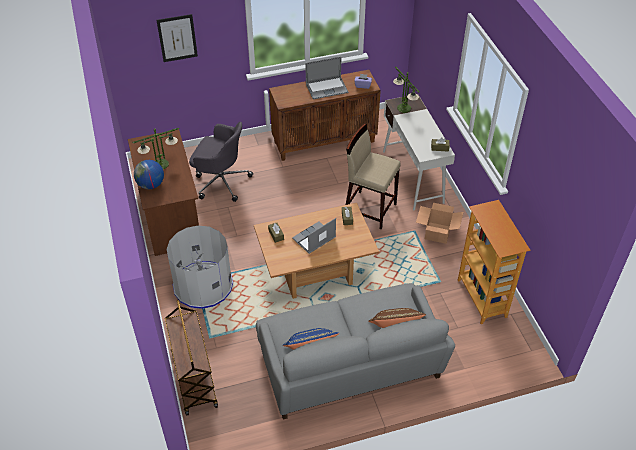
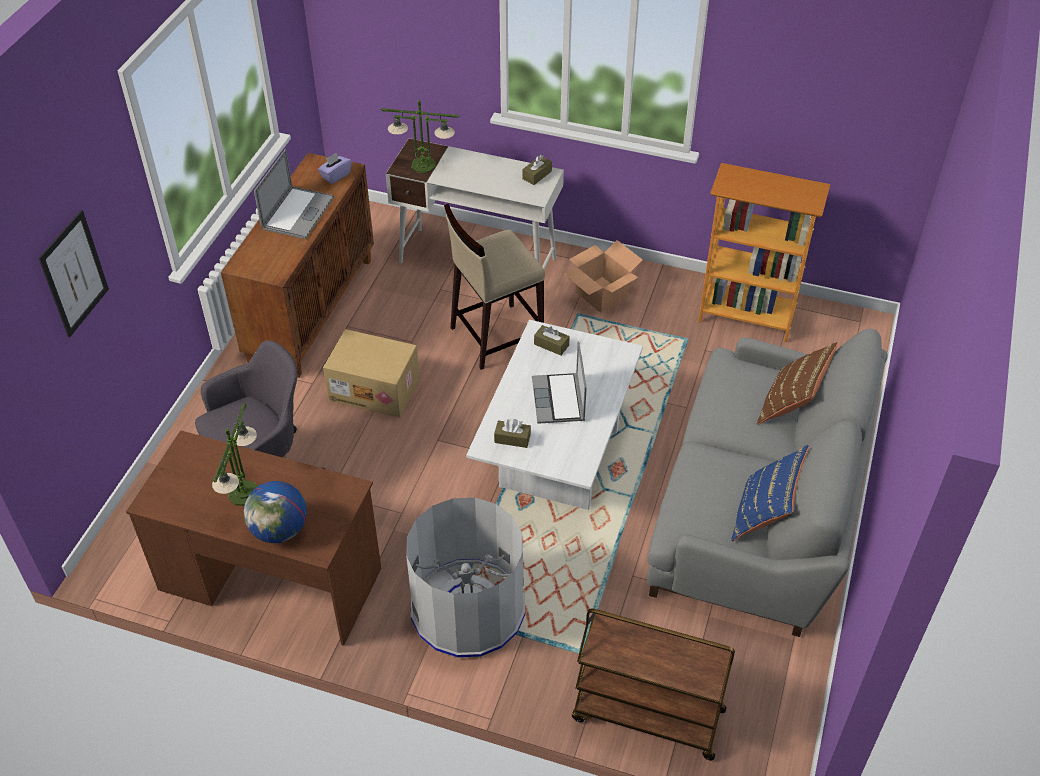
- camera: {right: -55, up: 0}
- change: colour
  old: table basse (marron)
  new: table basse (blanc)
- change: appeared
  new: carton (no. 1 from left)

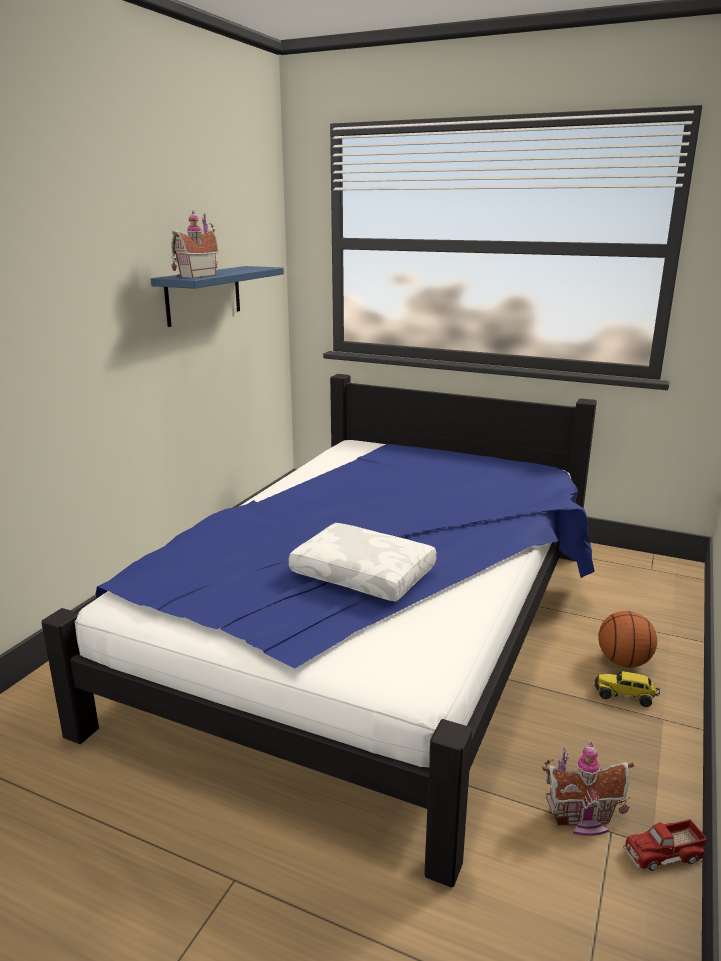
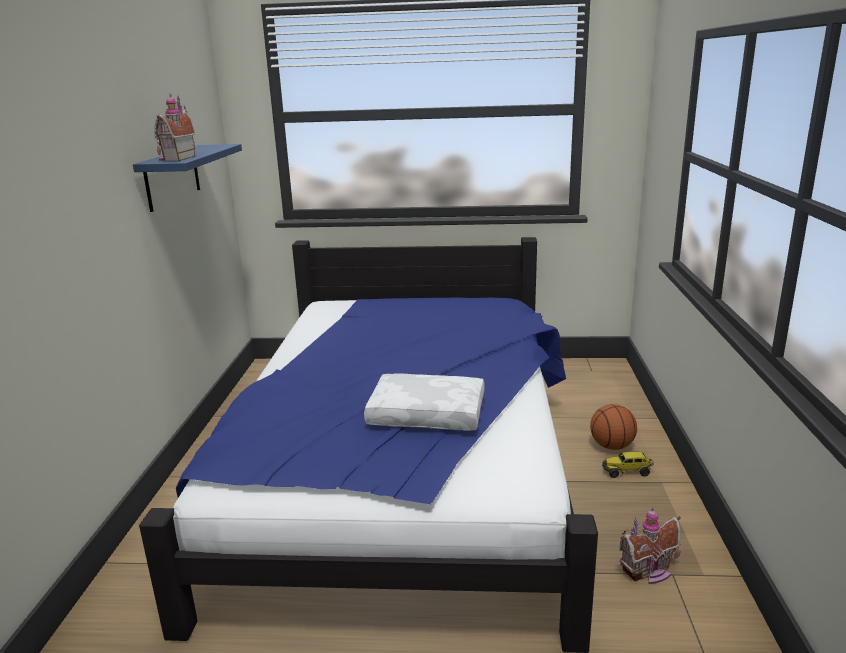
- camera: {right: -20, up: 0}
- change: missing
  old: camion jouet (no. 2 from left)

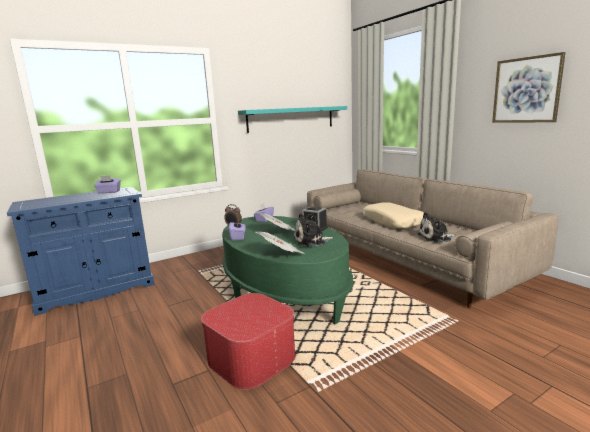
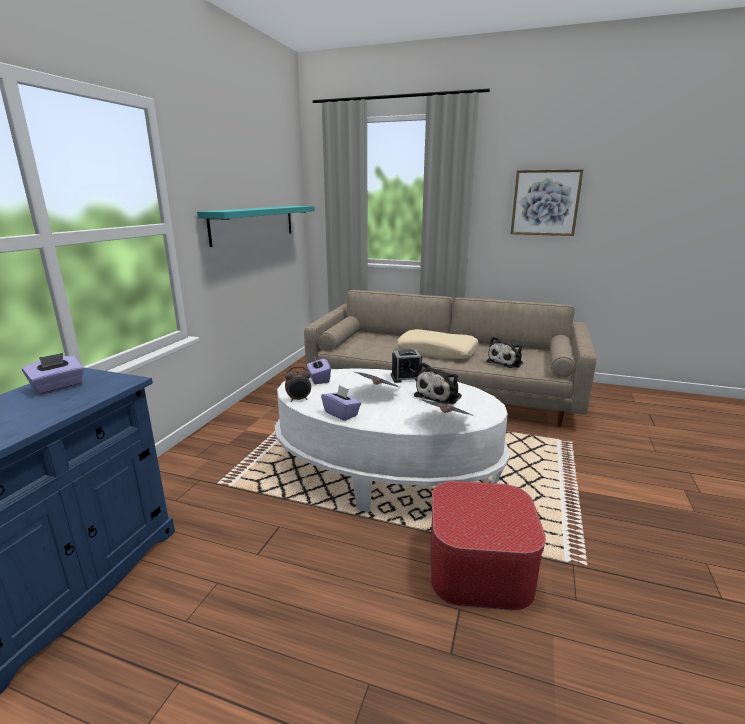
- camera: {right: -40, up: 5}
- change: colour
  old: table basse (vert)
  new: table basse (blanc)

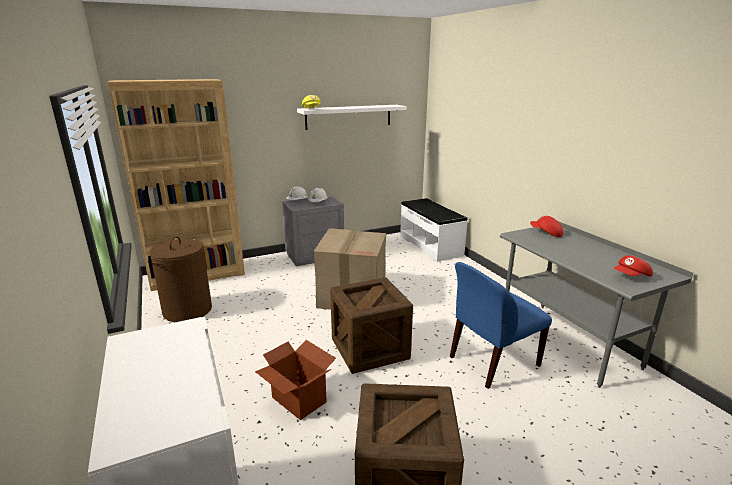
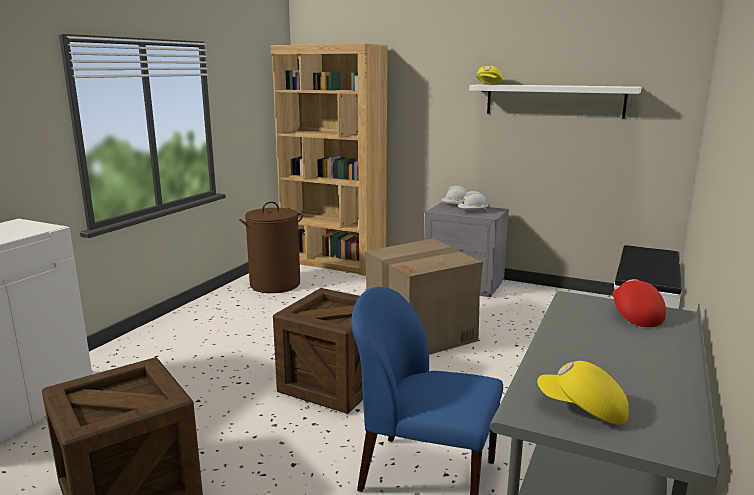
- camera: {right: 50, up: -5}
- change: missing
  old: carton (no. 1 from left)
- change: colour
  old: casquette (rouge) (no. 2 from left)
  new: casquette (jaune) (no. 2 from left)

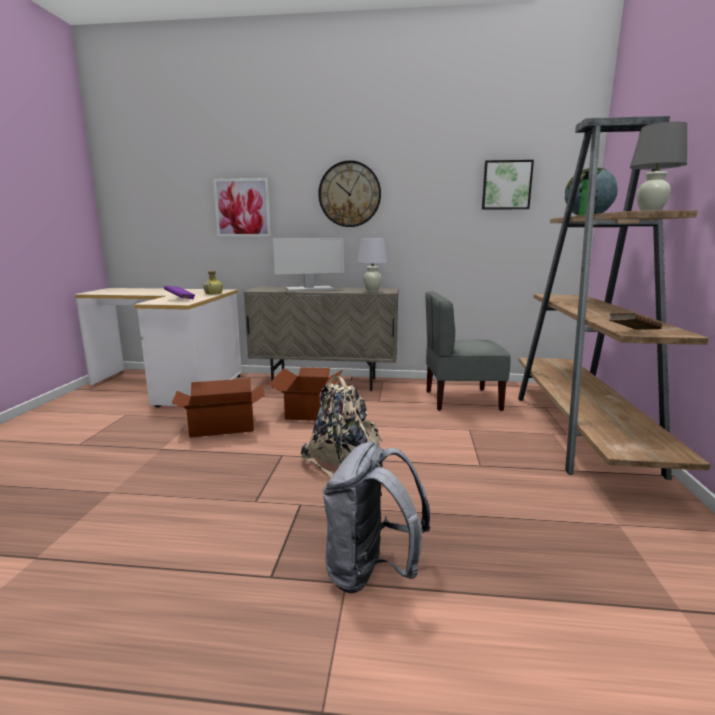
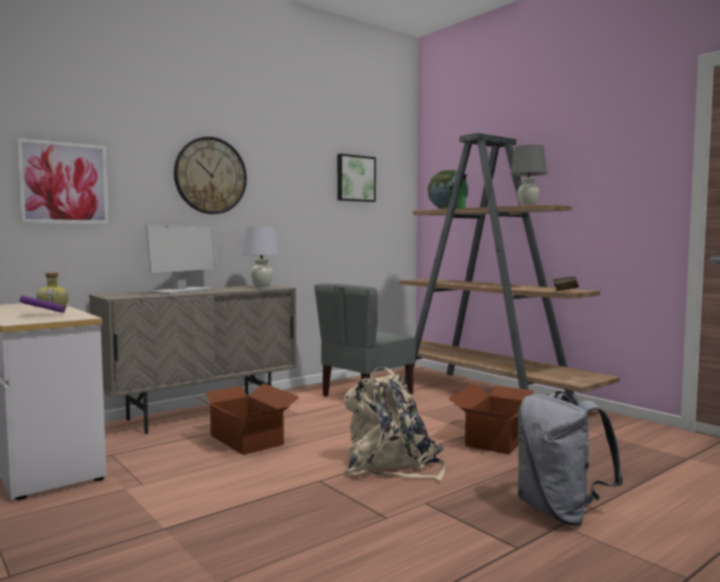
- camera: {right: -45, up: -10}
- change: relocated
  old: carton (no. 1 from left in the first image)
  new: carton (no. 2 from left)

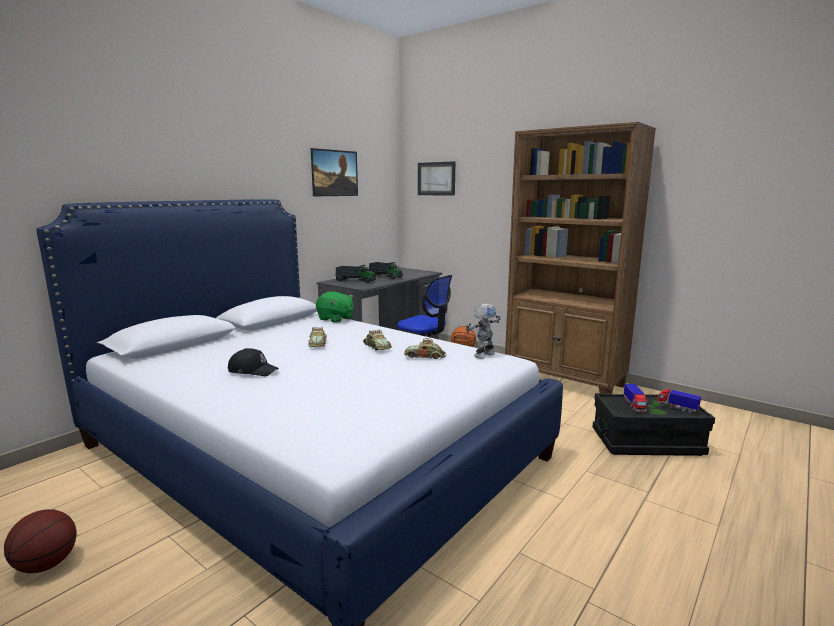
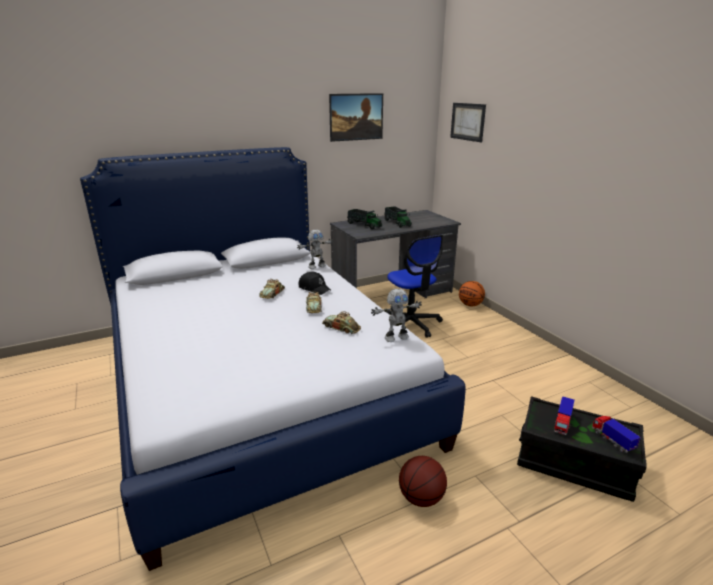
- camera: {right: 25, up: 10}
- change: relocated
  old: ballon de basket (no. 1 from left)
- change: relocated
  old: casquette (noir)
- change: exchanged
  old: peluche (vert)
  new: robot jouet (no. 1 from left)
- change: missing
  old: bibliothèque (marron)

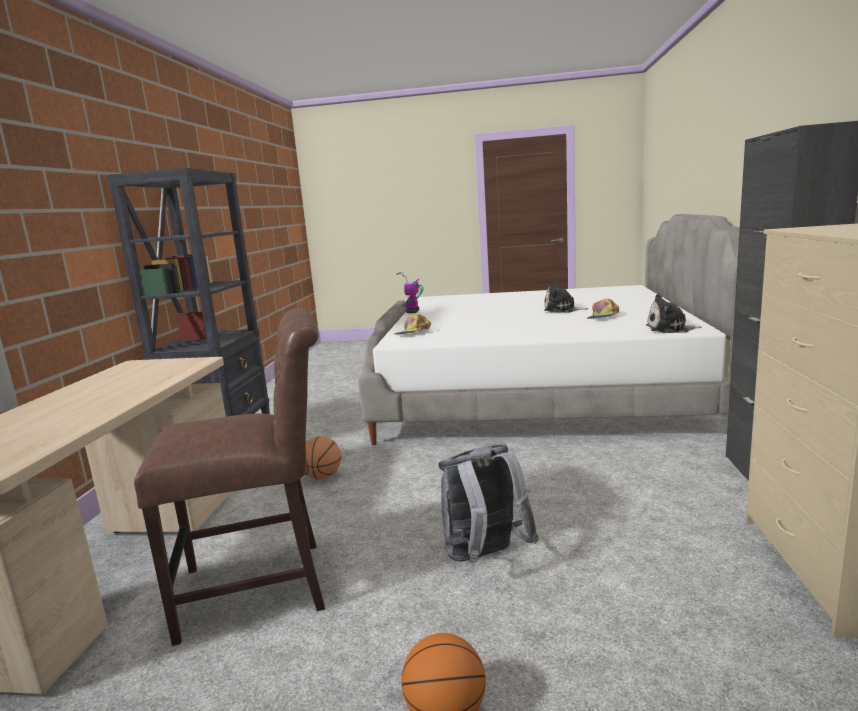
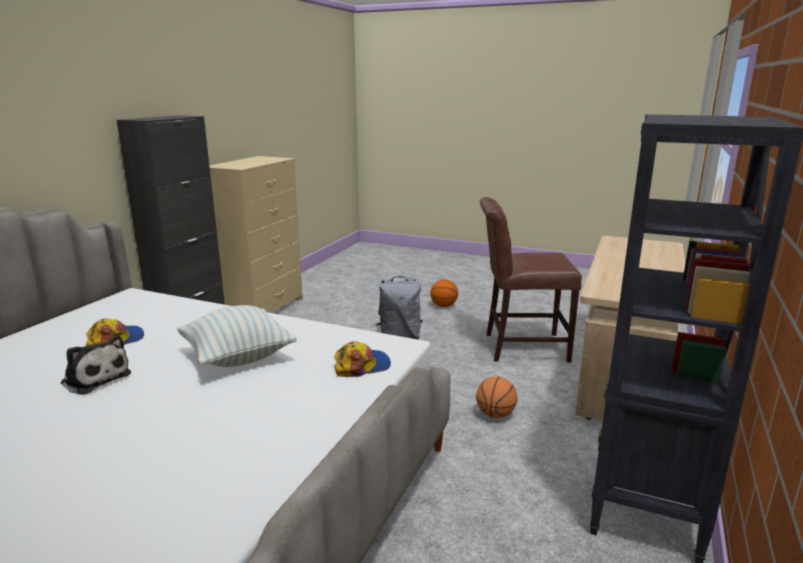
- camera: {right: -165, up: 5}
- change: missing
  old: robot jouet
- change: missing
  old: peluche (no. 2 from left)
- change: appeared
  new: coussin

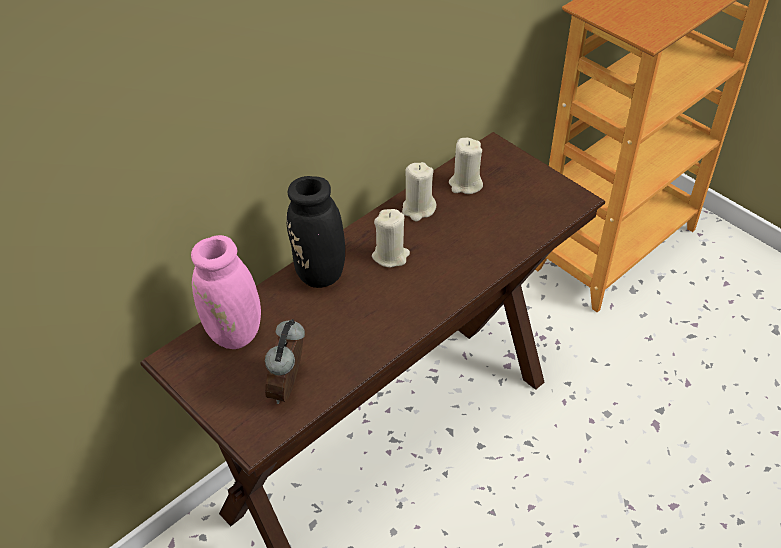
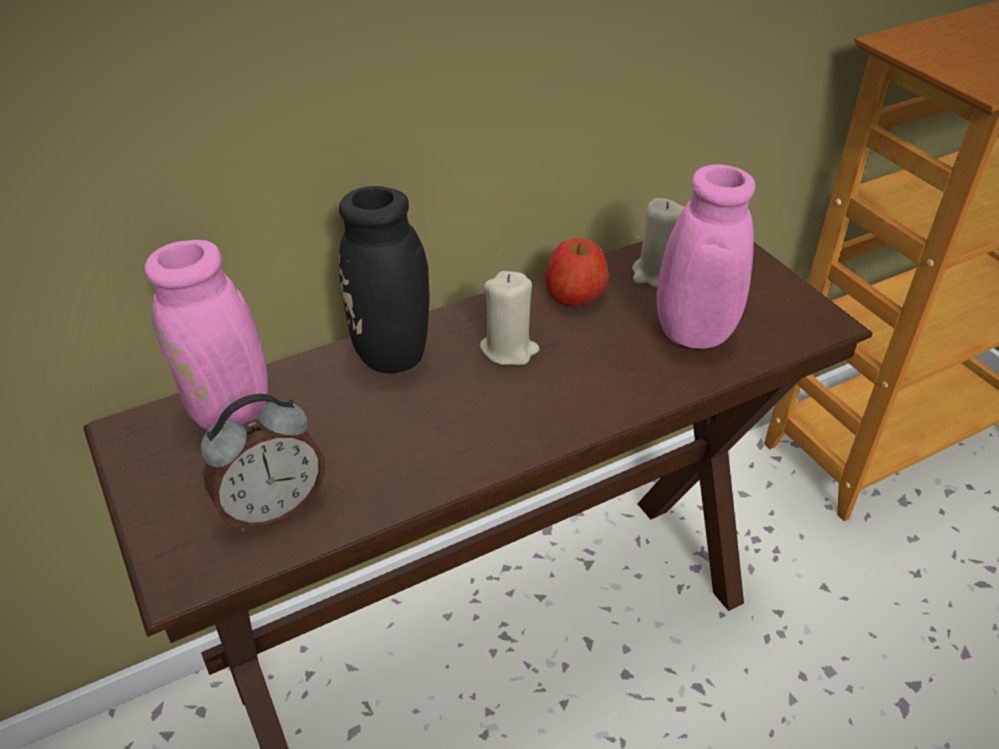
- camera: {right: 15, up: -5}
- change: spun
  old: réveil
  degrees: -150
- change: exchanged
  old: bougie (beige) (no. 2 from left)
  new: pomme
- change: appeared
  new: vase (rose) (no. 2 from left)

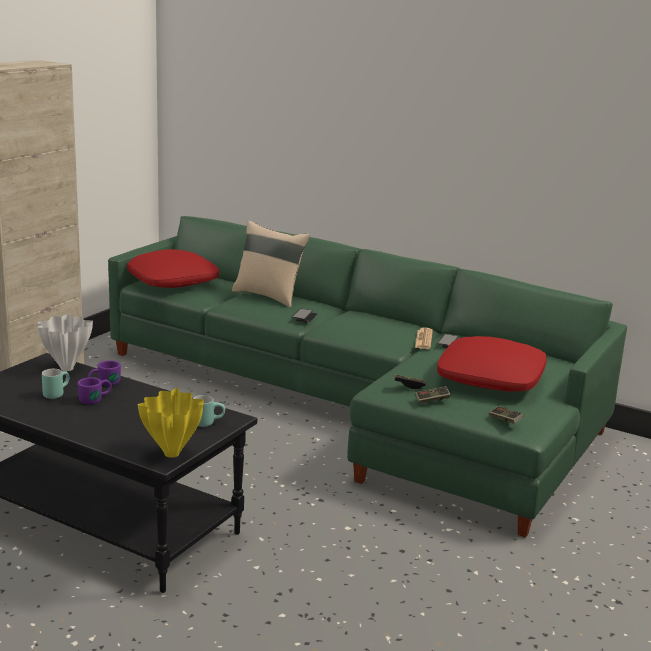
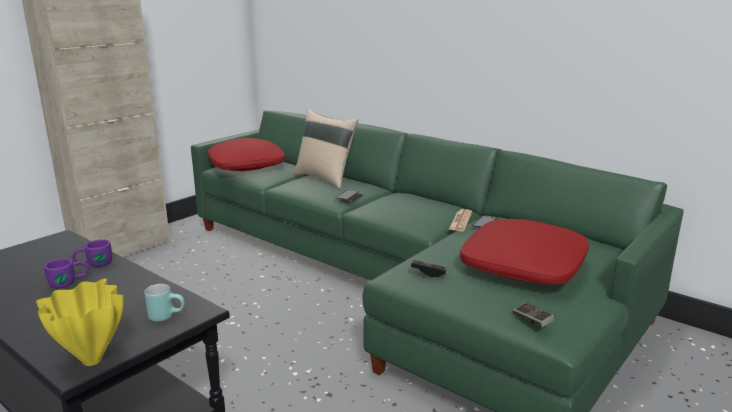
- camera: {right: 10, up: 0}
- change: missing
  old: vase (blanc)
- change: missing
  old: mug (turquoise) (no. 1 from left)
- change: missing
  old: manette (no. 2 from left)

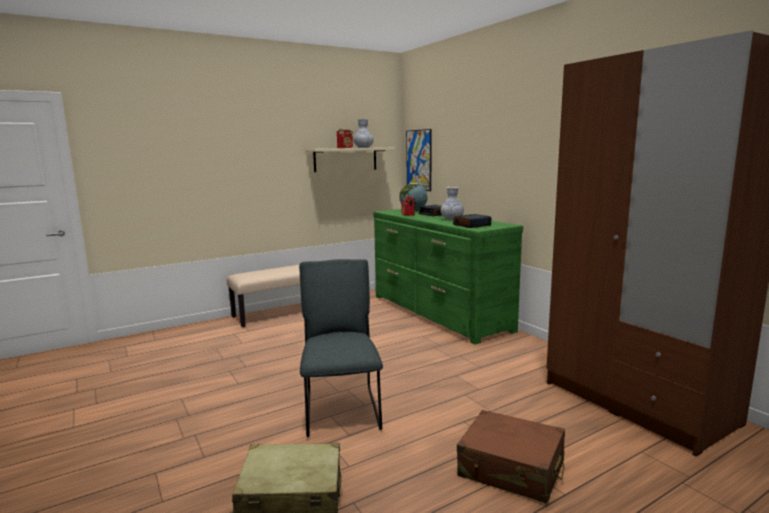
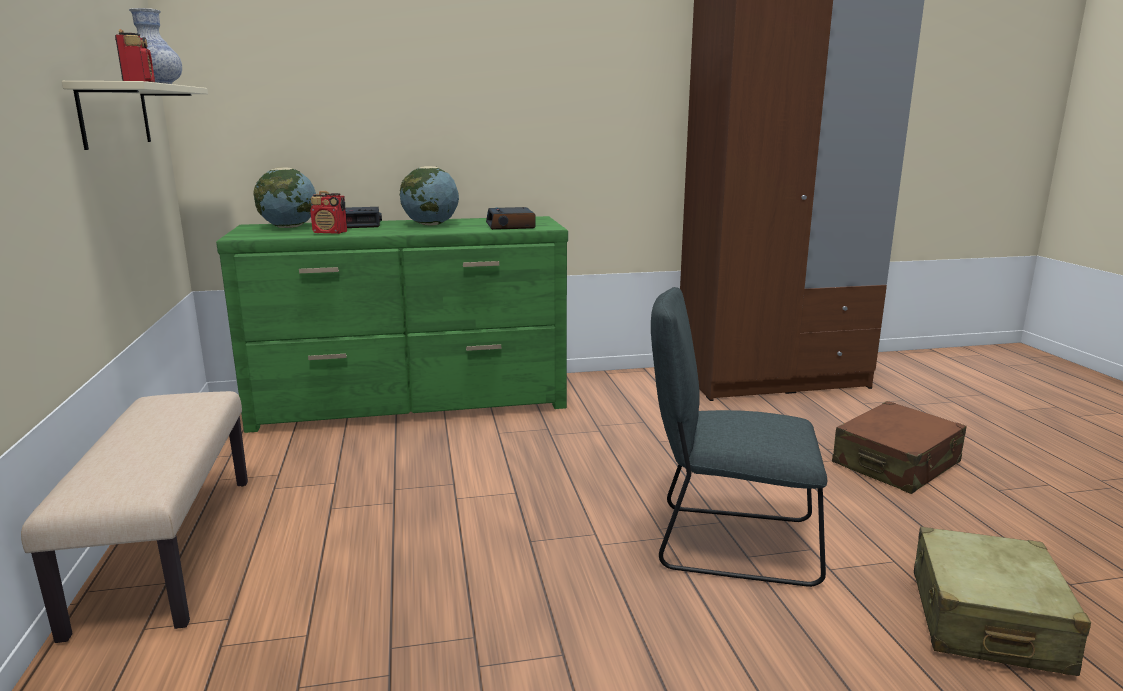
- camera: {right: -70, up: 5}
- change: missing
  old: tableau
- change: exchanged
  old: vase (no. 2 from left)
  new: globe (no. 2 from left)

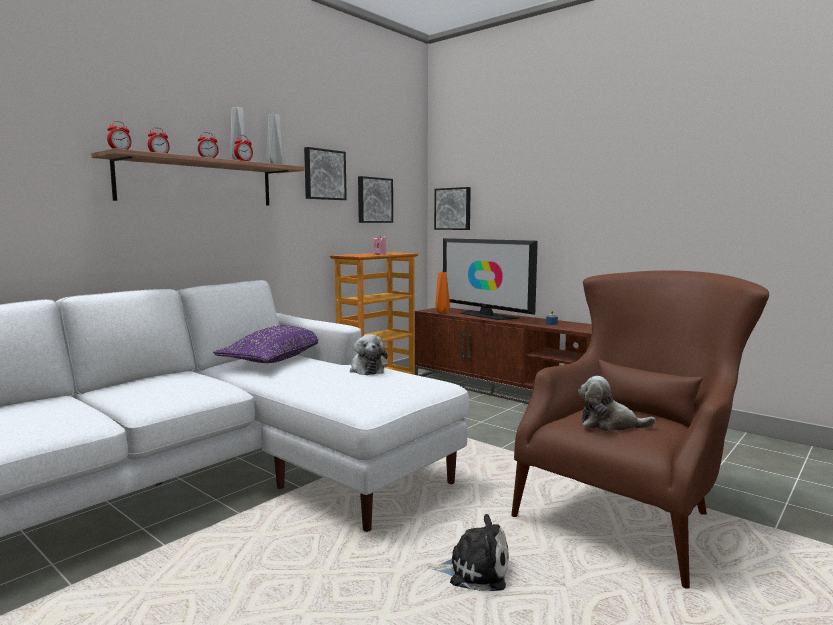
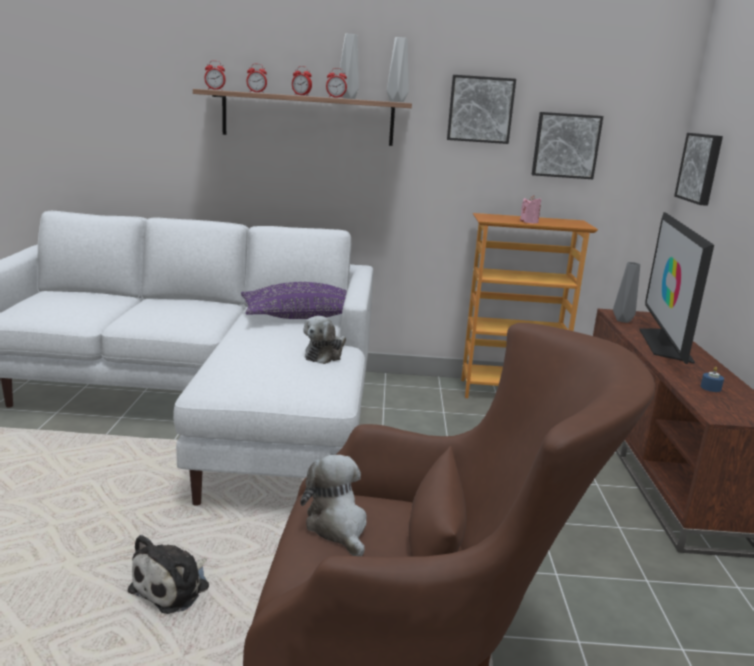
- camera: {right: 50, up: 10}
- change: spun
  old: peluche (no. 2 from left in the first image)
  degrees: 60
- change: colour
  old: vase (orange)
  new: vase (gris) (no. 3 from left)

